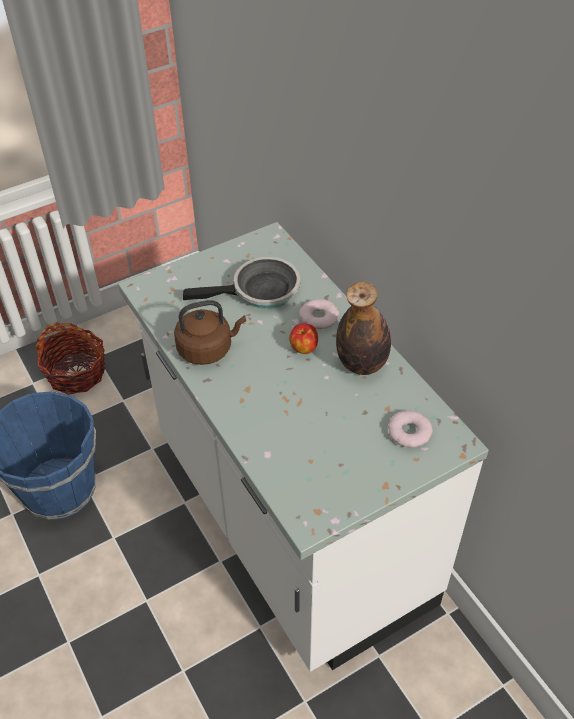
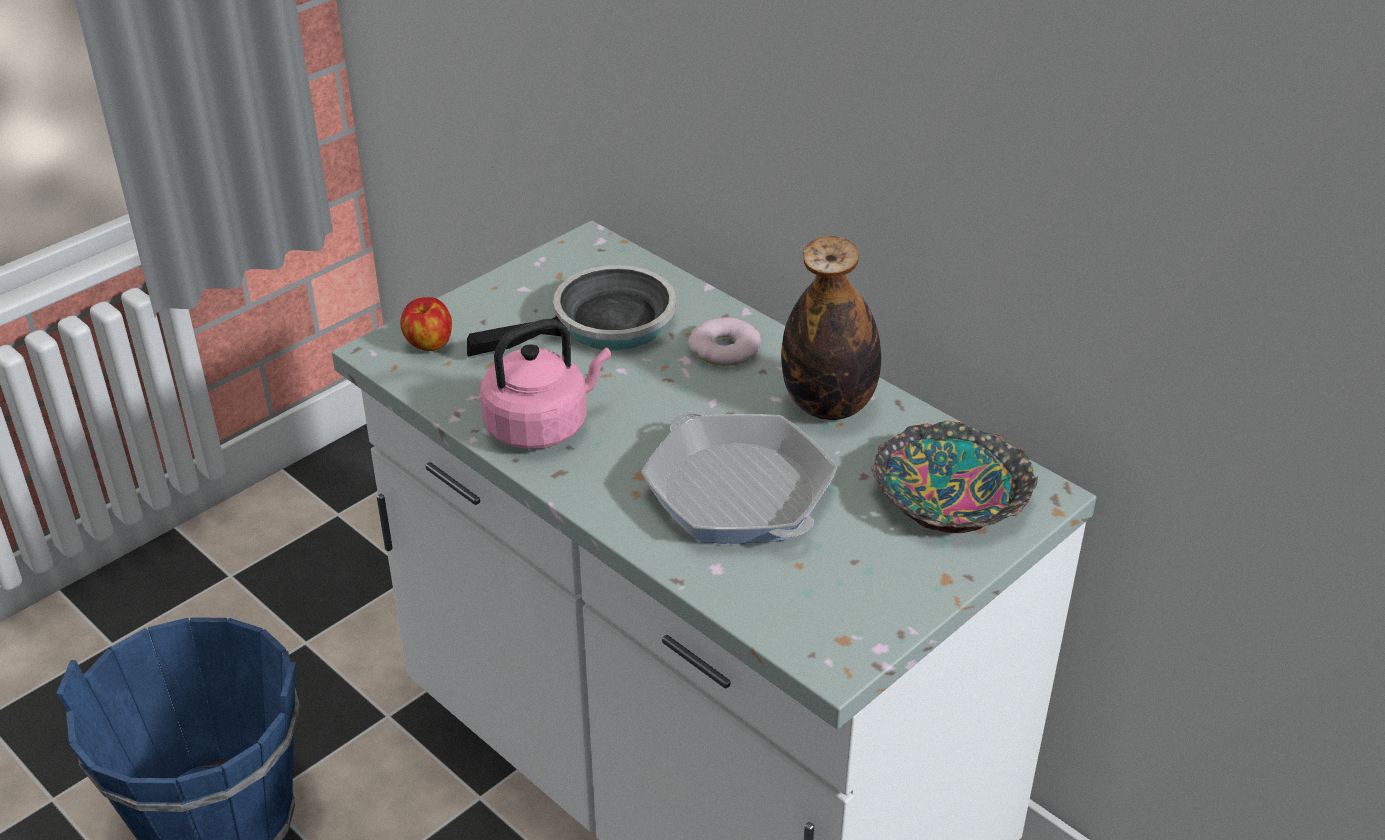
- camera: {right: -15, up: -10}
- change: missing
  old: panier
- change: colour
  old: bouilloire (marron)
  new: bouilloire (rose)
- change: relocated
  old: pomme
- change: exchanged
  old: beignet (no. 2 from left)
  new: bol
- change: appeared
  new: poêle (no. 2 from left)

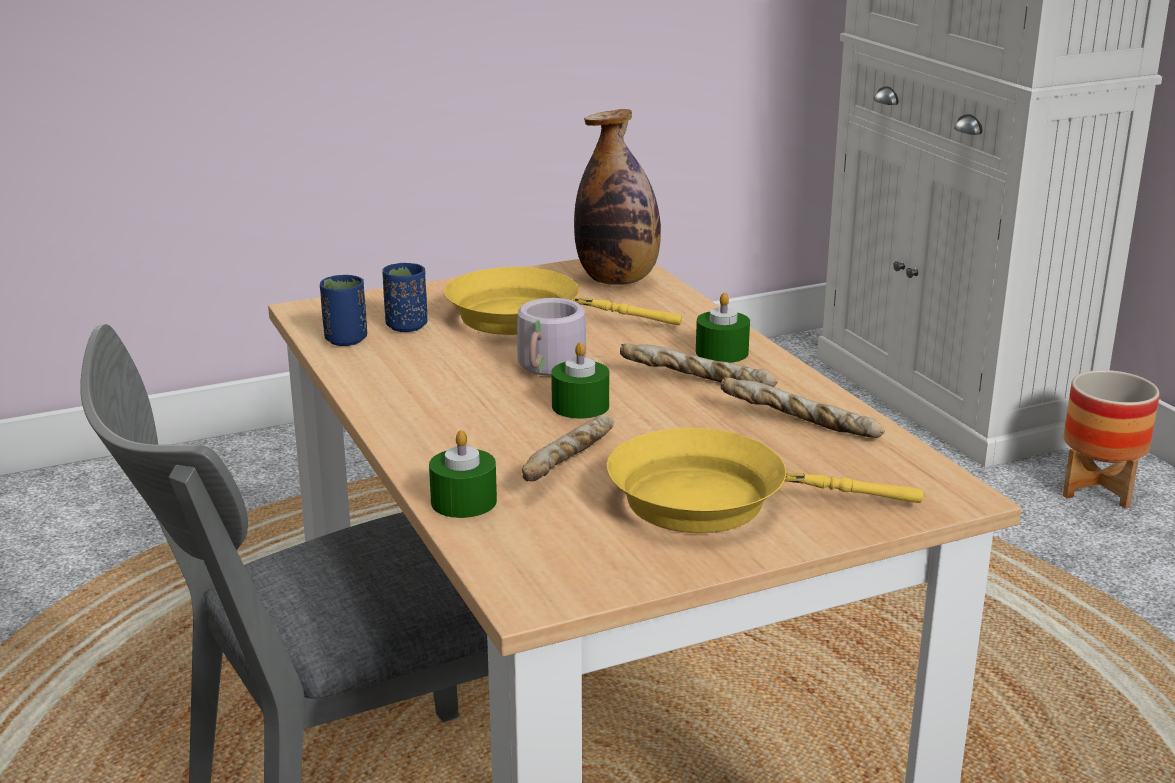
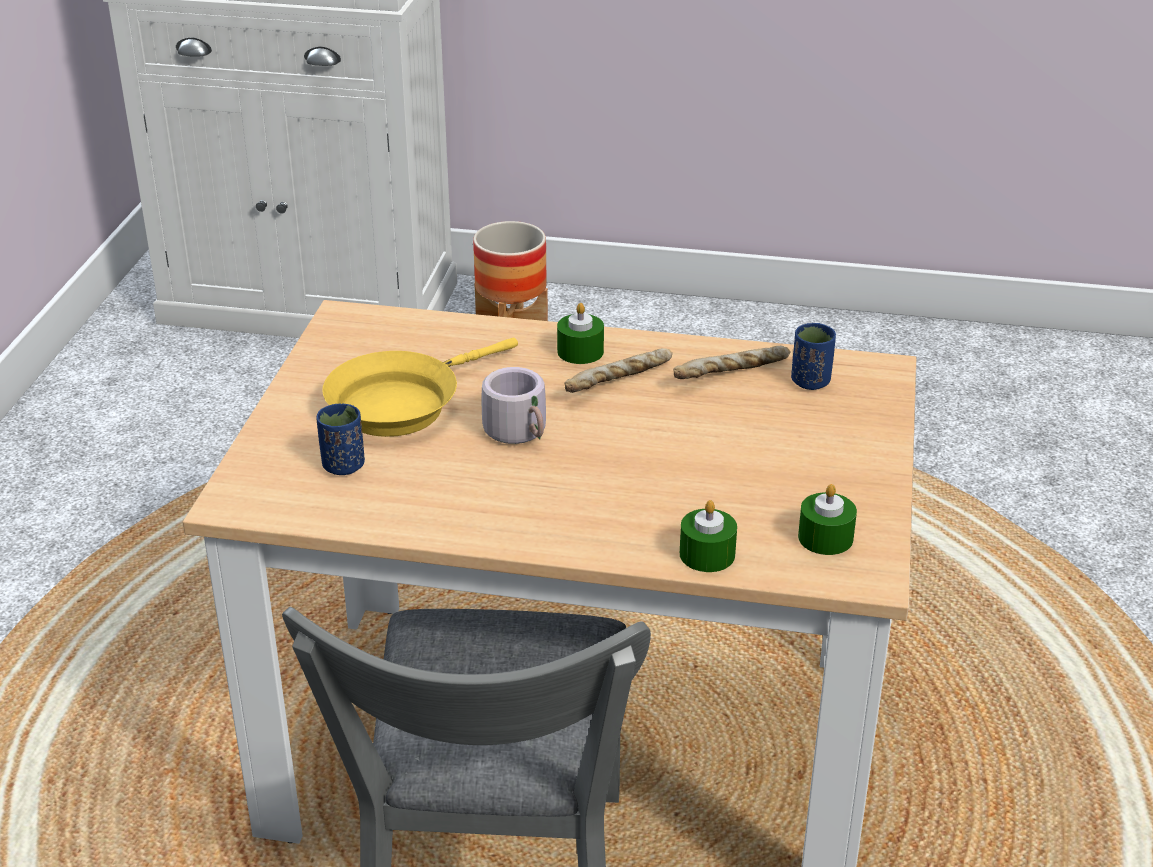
- camera: {right: -55, up: 10}
- change: relocated
  old: tasse (bleu) (no. 1 from left in the first image)
  new: tasse (bleu) (no. 2 from left)
- change: missing
  old: pain (no. 1 from left)
- change: relocated
  old: bougie (vert) (no. 2 from left in the first image)
  new: bougie (vert) (no. 3 from left)
- change: missing
  old: bouteille
- change: missing
  old: poêle (jaune) (no. 2 from left)

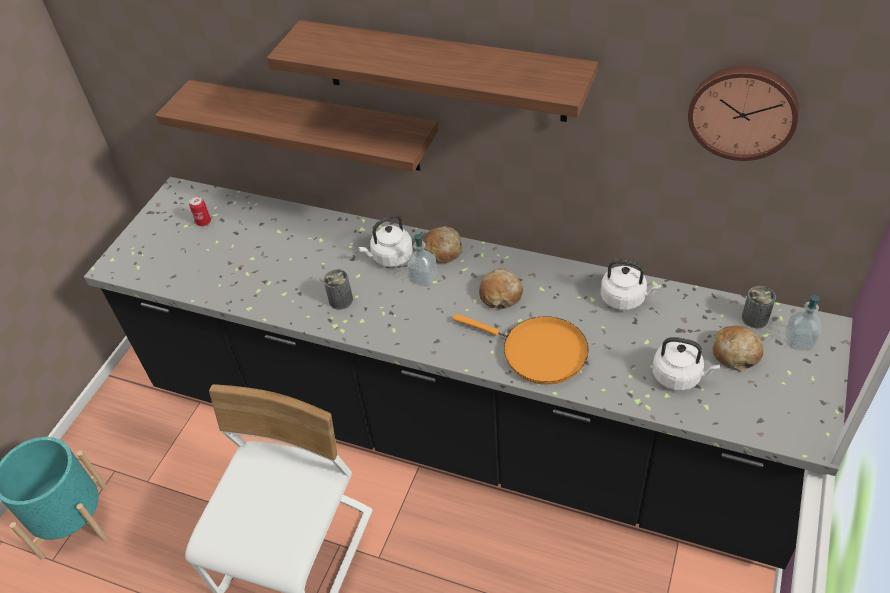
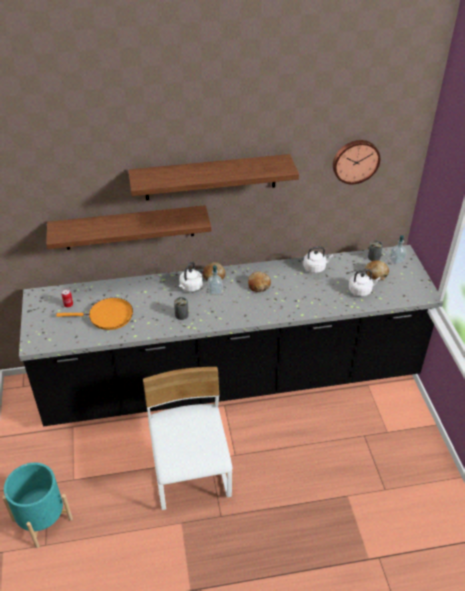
- camera: {right: -35, up: -5}
- change: relocated
  old: poêle (orange)

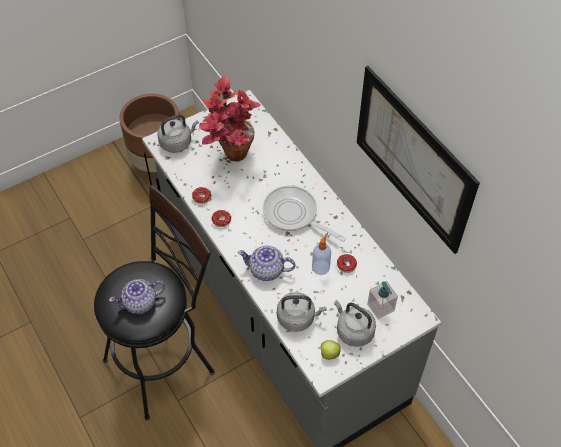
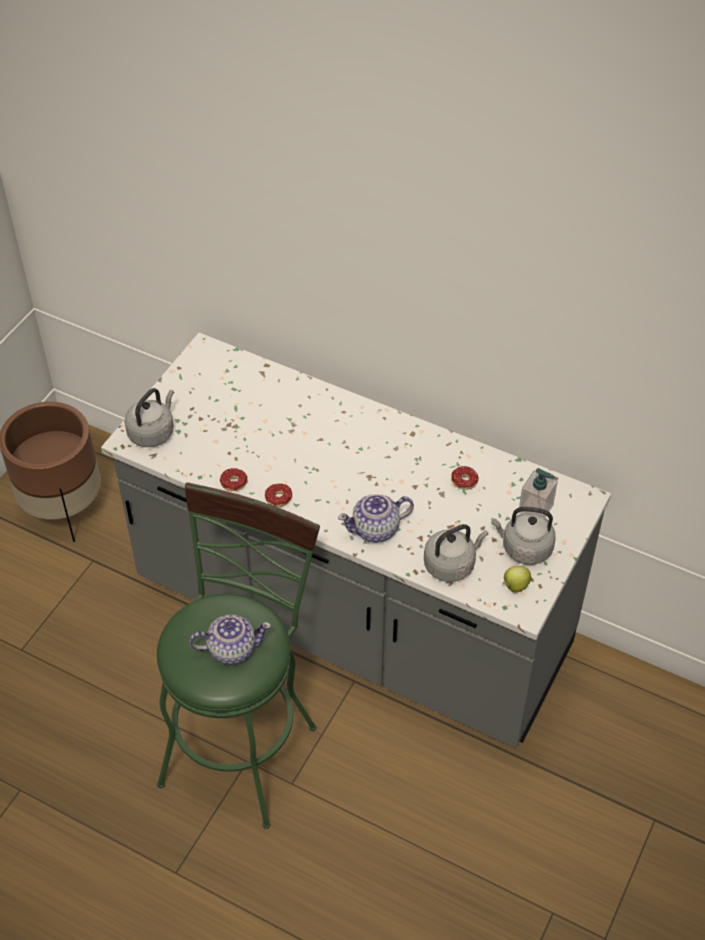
- camera: {right: -30, up: -5}
- change: colour
  old: tabouret (noir)
  new: tabouret (vert)
- change: spun
  old: théière (no. 1 from left)
  degrees: -135
- change: missing
  old: plante en pot
- change: missing
  old: poêle
- change: missing
  old: distributeur de savon (no. 1 from left)
- change: missing
  old: tableau

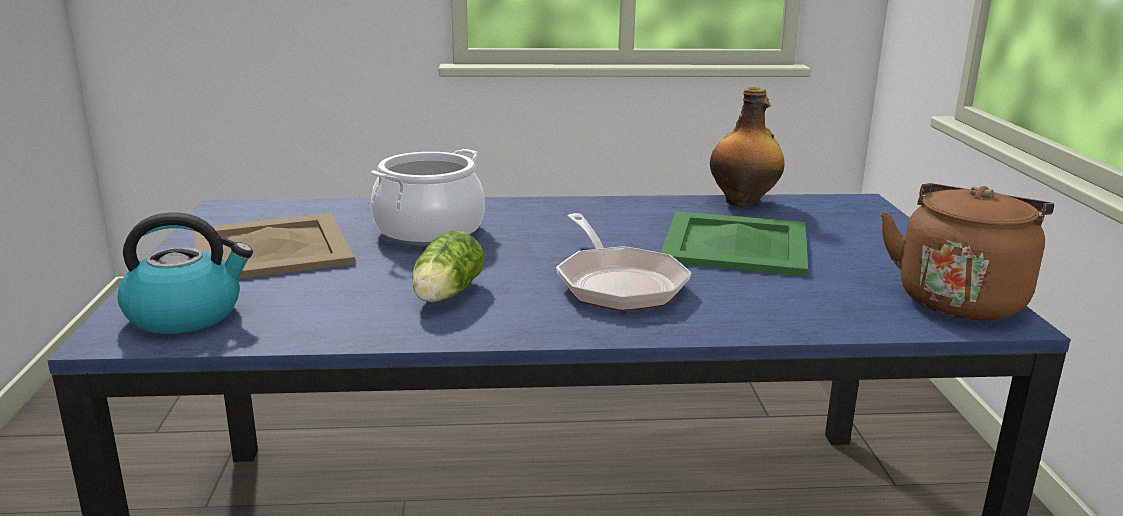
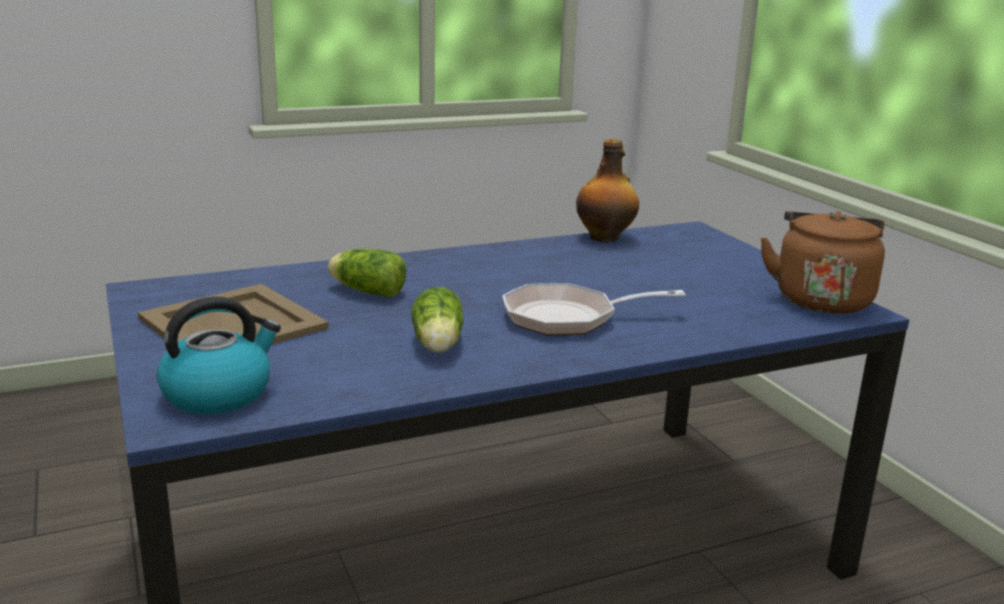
- camera: {right: -20, up: 0}
- change: exchanged
  old: marmite
  new: laitue (no. 1 from left)
- change: spun
  old: poêle
  degrees: 120
- change: missing
  old: plateau (vert)

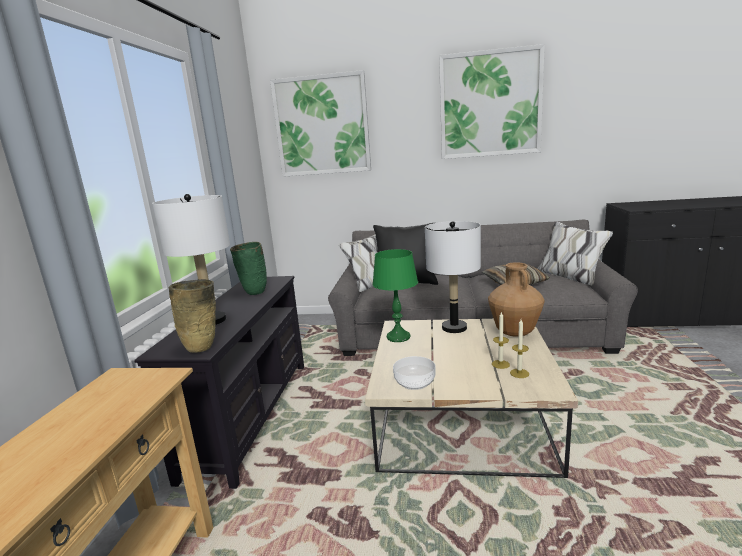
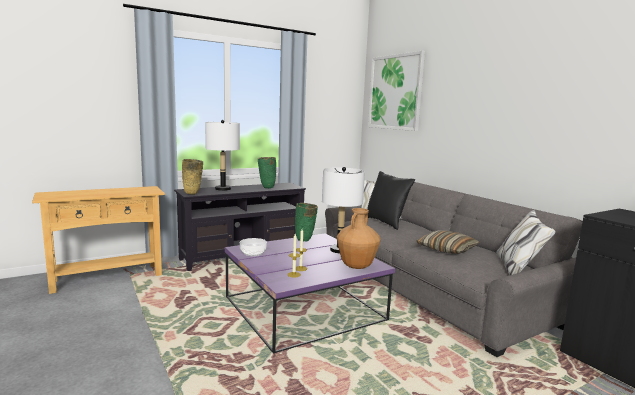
- camera: {right: 50, up: -5}
- change: colour
  old: table basse (beige)
  new: table basse (violet)
- change: exchanged
  old: lampe de table (vert)
  new: vase (vert) (no. 2 from left)
- change: missing
  old: tableau (no. 2 from left)

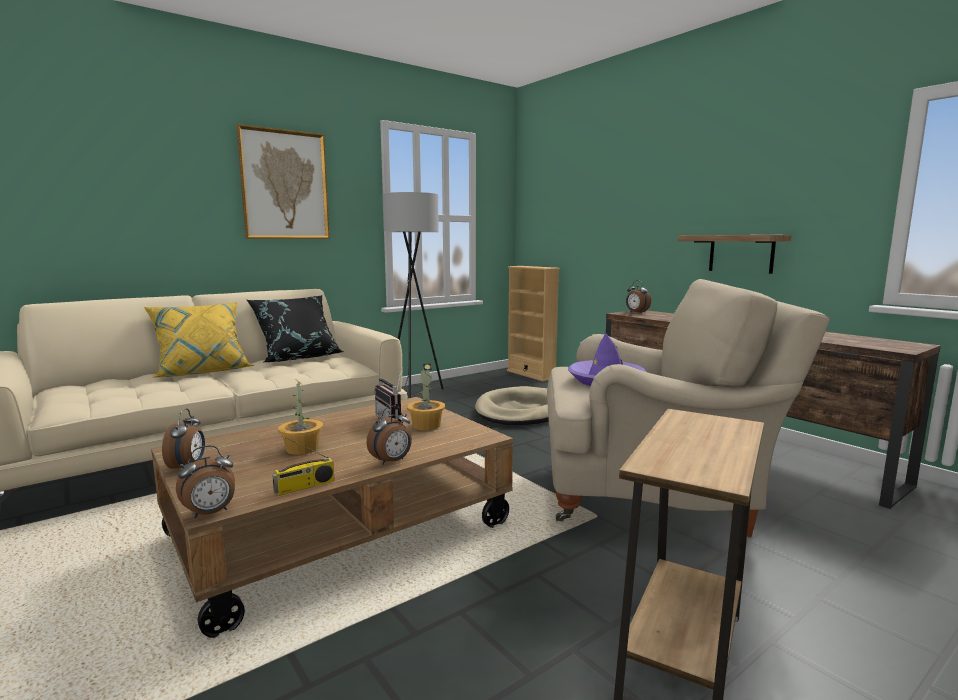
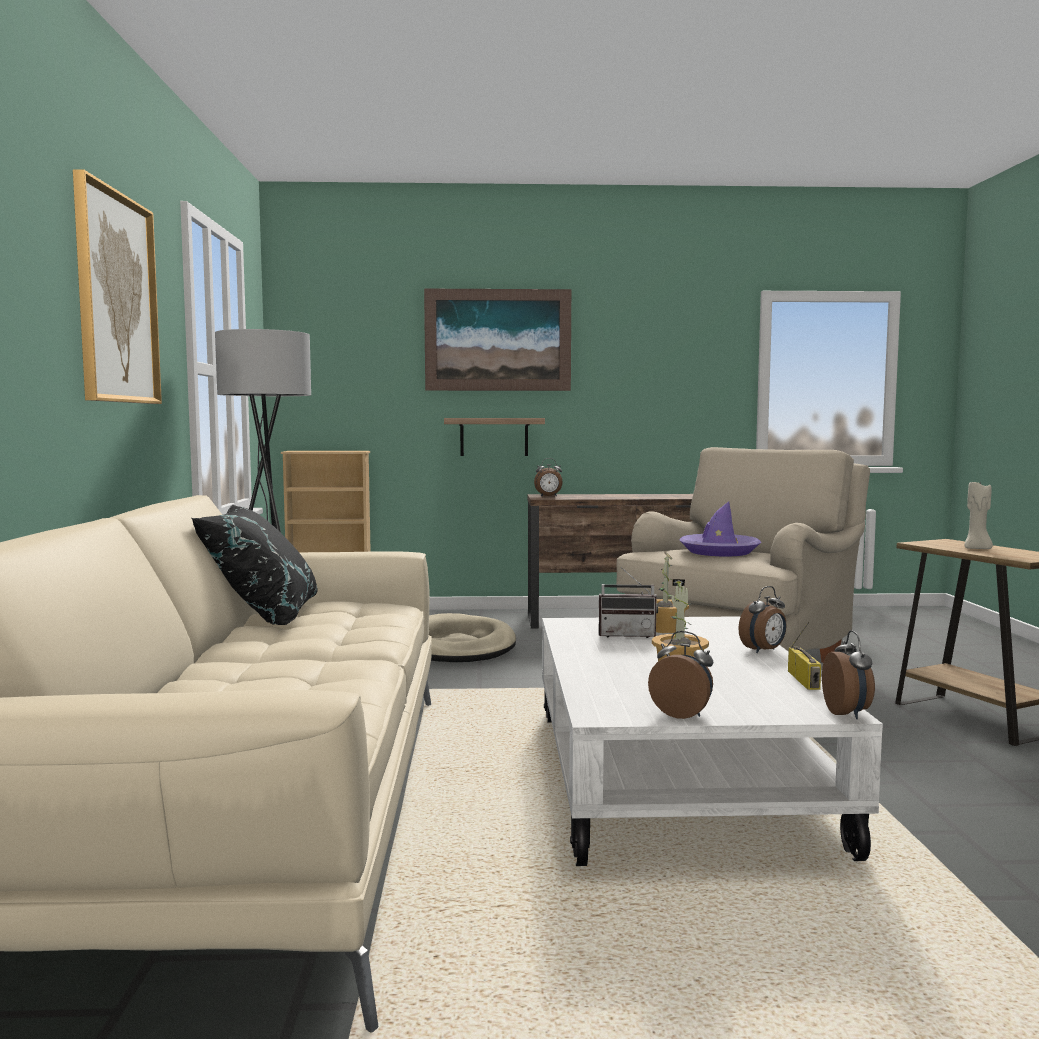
- camera: {right: -55, up: -5}
- change: missing
  old: coussin (jaune)
- change: colour
  old: table basse (marron)
  new: table basse (blanc)
- change: spun
  old: réveil (no. 3 from left)
  degrees: 60
- change: relocated
  old: étagère
- change: appeared
  new: tableau (no. 2 from left)
- change: appeared
  new: bougie (beige)

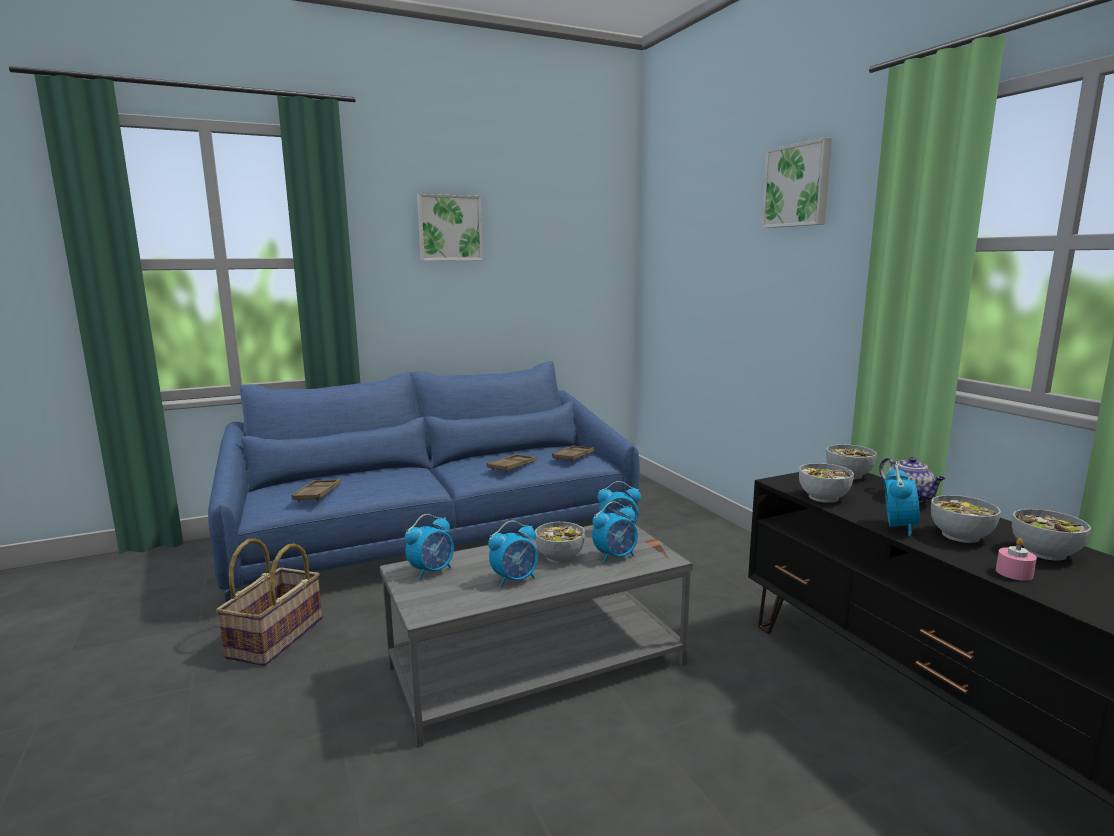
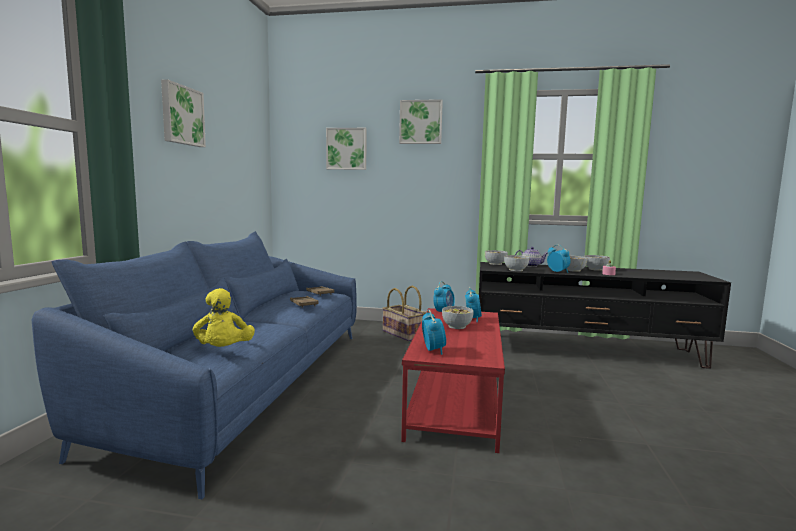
- camera: {right: -55, up: -5}
- change: relocated
  old: panier
- change: exchanged
  old: plateau (marron) (no. 1 from left)
  new: peluche (jaune)
- change: colour
  old: table basse (gris)
  new: table basse (rouge)
- change: missing
  old: réveil (no. 2 from left)
- change: appeared
  new: tableau (no. 2 from left)

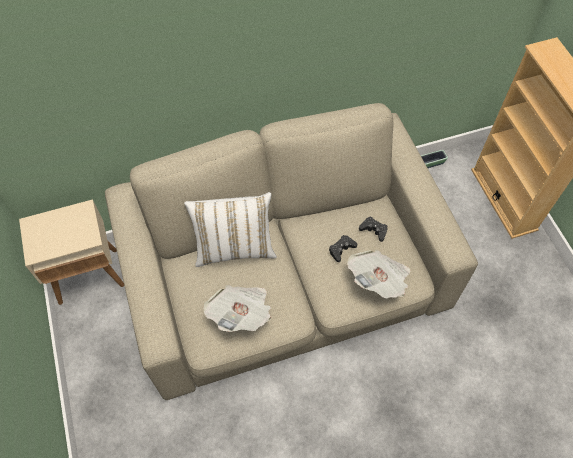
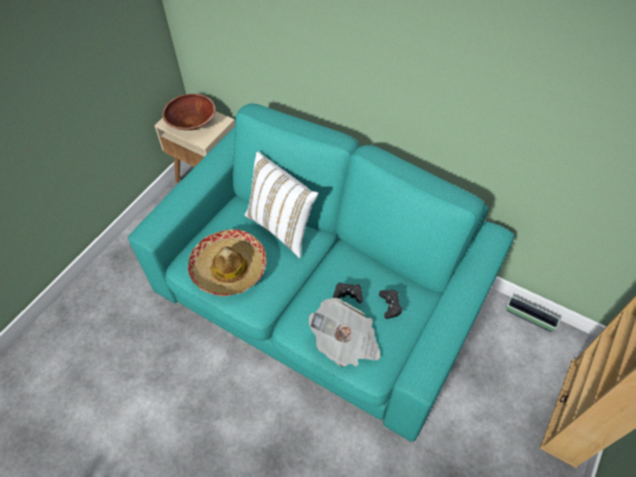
- camera: {right: 50, up: -5}
- change: colour
  old: canapé (beige)
  new: canapé (turquoise)
- change: exchanged
  old: journal (no. 1 from left)
  new: chapeau
- change: appeared
  new: bol (marron)

